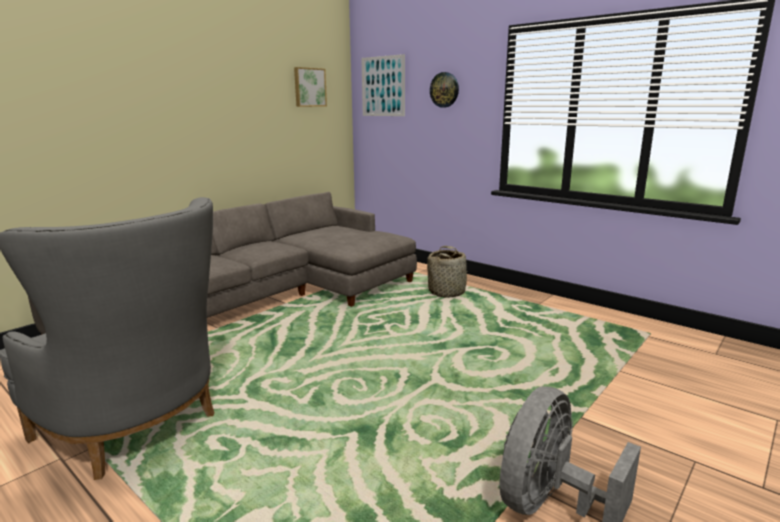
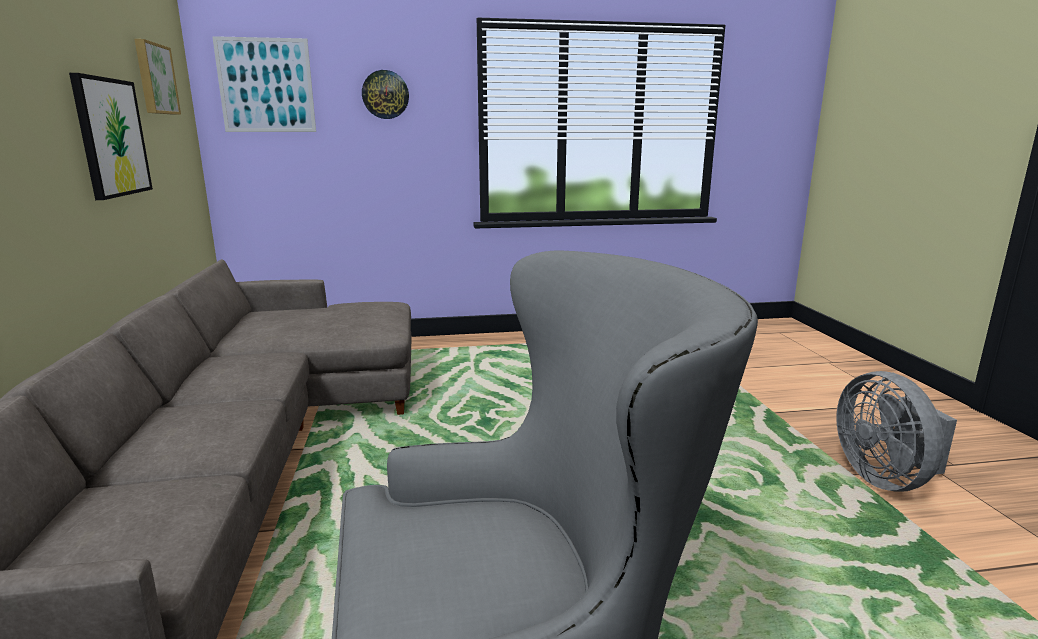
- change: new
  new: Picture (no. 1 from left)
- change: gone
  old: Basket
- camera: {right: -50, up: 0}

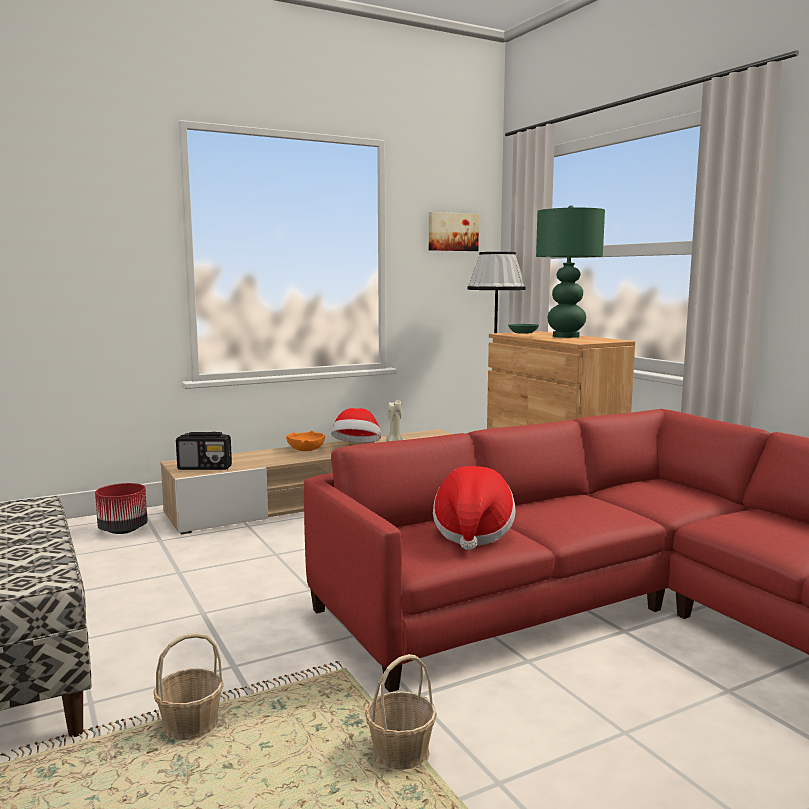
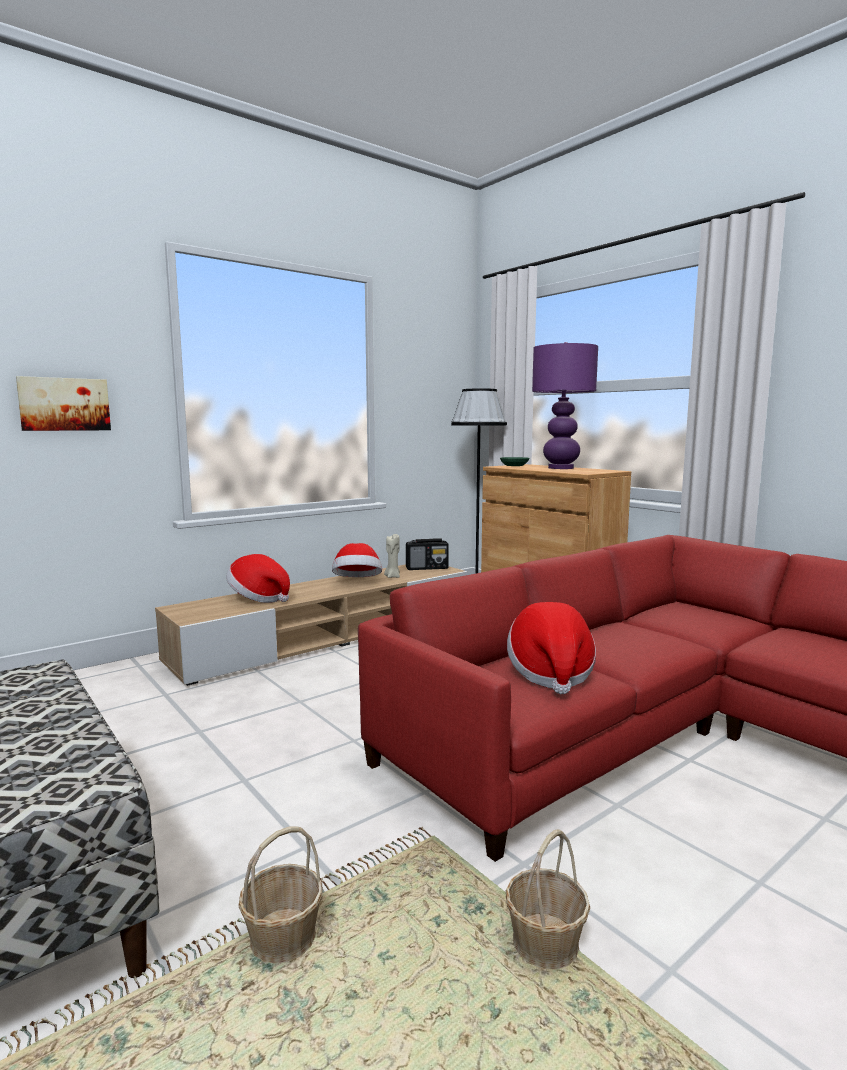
- change: shifted
  old: Picture
- change: new
  new: Hat (no. 1 from left)
- change: shifted
  old: Radio
- change: repainted
  old: GreenTableLamp
  new: PurpleTableLamp
- change: gone
  old: RedPlanter
- change: gone
  old: OrangeBowl
- camera: {right: -10, up: 0}

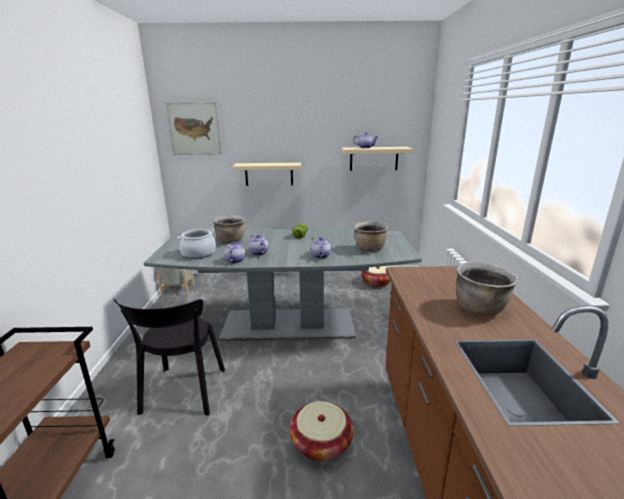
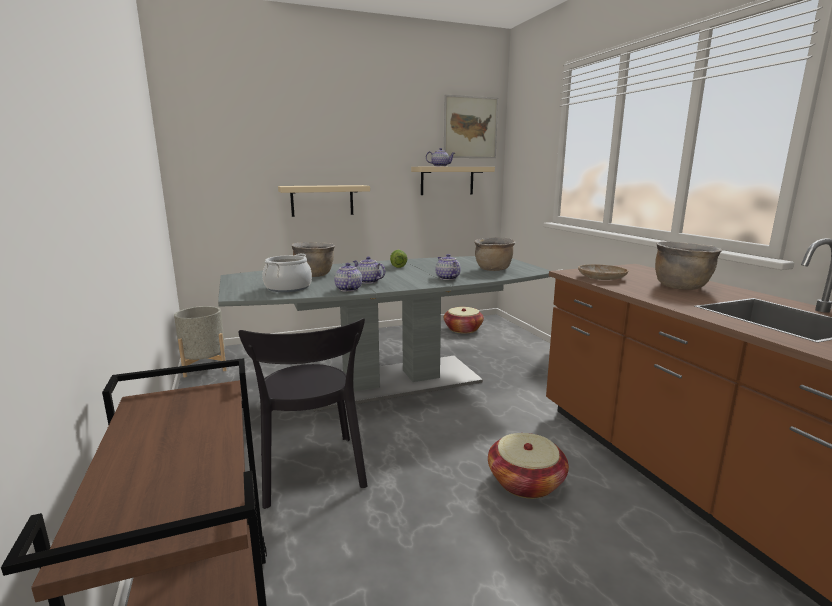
- change: shifted
  old: Picture
- change: new
  new: BeigePlate
- camera: {right: -20, up: -5}

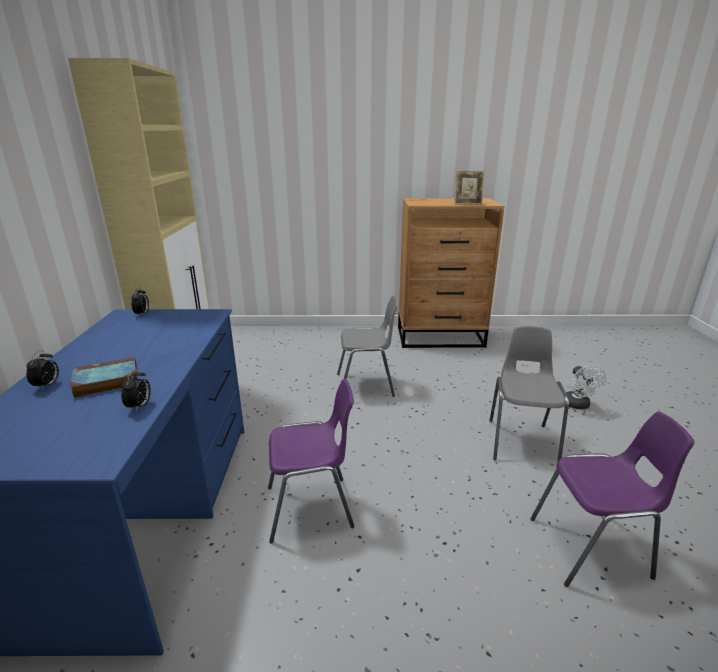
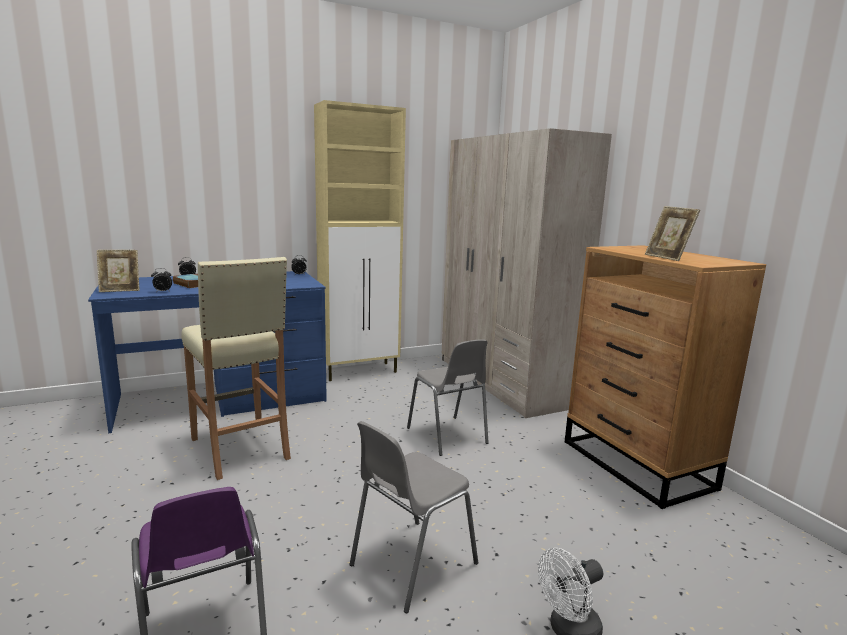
- change: new
  new: PictureFrame (no. 1 from left)
- change: swapped
  old: PurpleChair (no. 1 from left)
  new: BeigeStool
- change: rotated
  old: GreyChair (no. 2 from left in the first image)
  degrees: 150
- change: new
  new: BeigeWardrobe
- camera: {right: 65, up: -10}

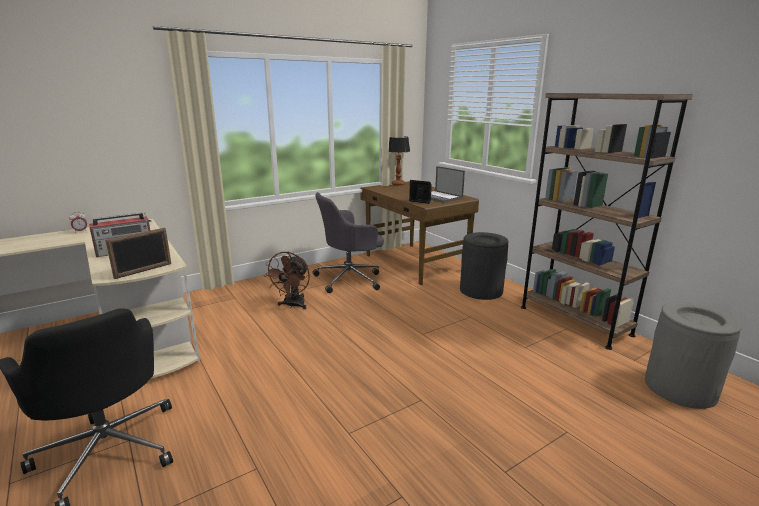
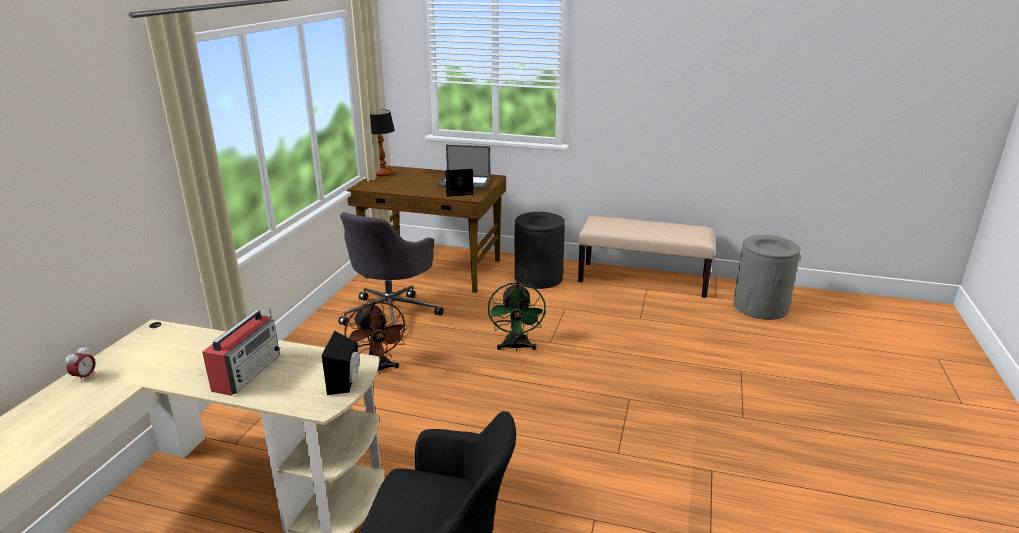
- change: swapped
  old: PictureFrame
  new: BlackSpeaker (no. 1 from left)
- change: new
  new: GreenFan
- change: swapped
  old: BrownBookcase
  new: BeigeBench
- camera: {right: -40, up: 5}

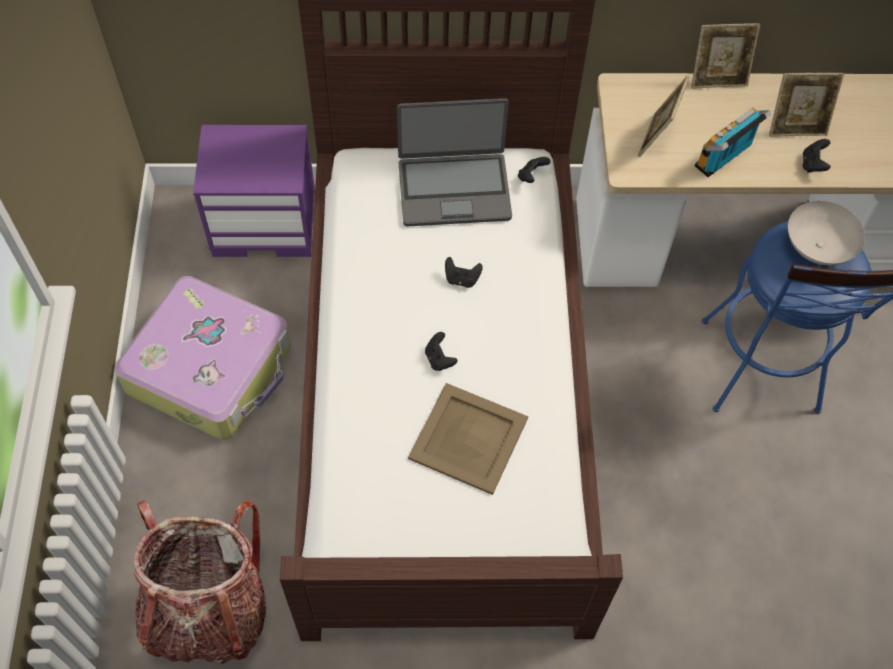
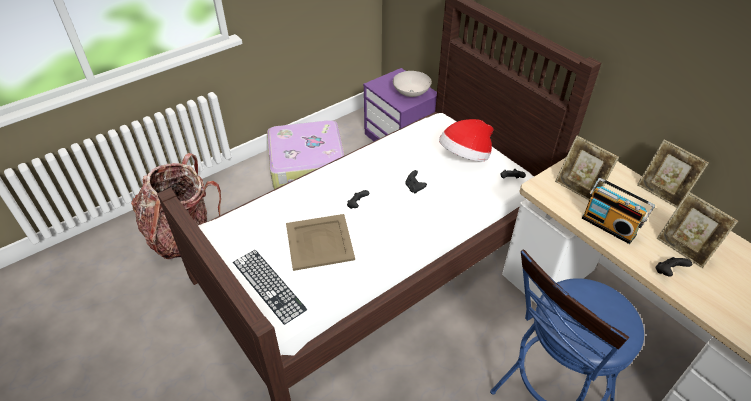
- change: new
  new: Keyboard
- change: shifted
  old: WhiteBowl
- change: swapped
  old: Laptop
  new: Hat
- change: rotated
  old: PictureFrame (no. 1 from left)
  degrees: -120
- change: rotated
  old: Radio
  degrees: -150
- camera: {right: 55, up: -15}

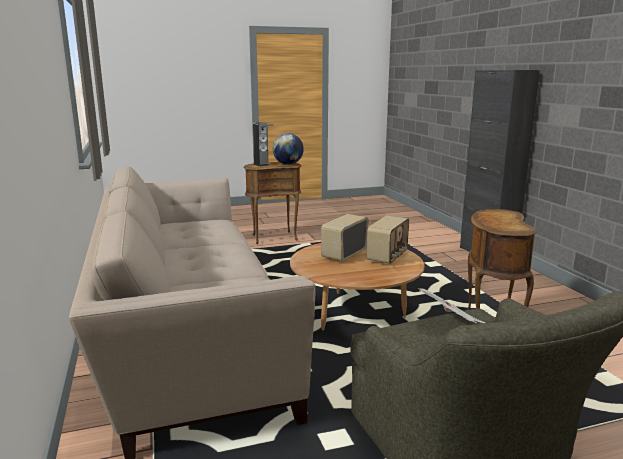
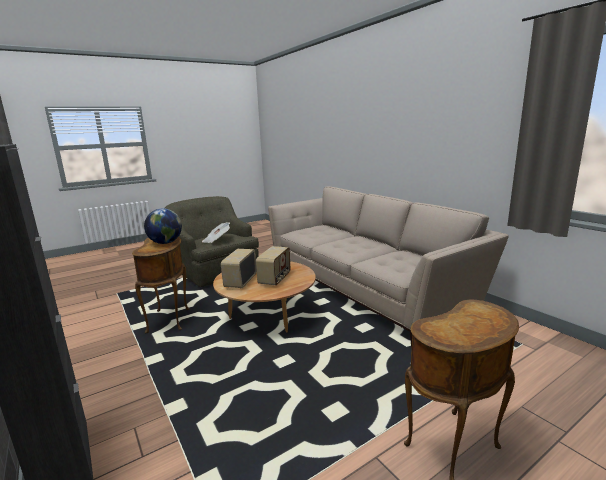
- change: shifted
  old: Globe
- change: gone
  old: Speaker
- camera: {right: 165, up: 0}

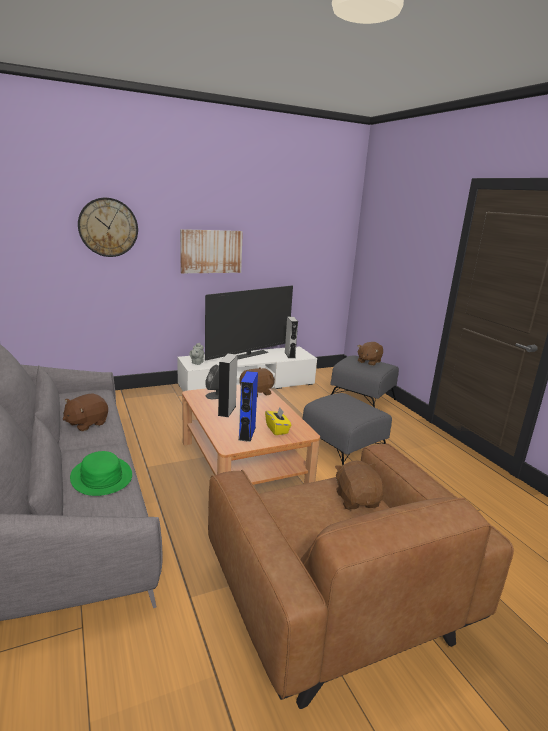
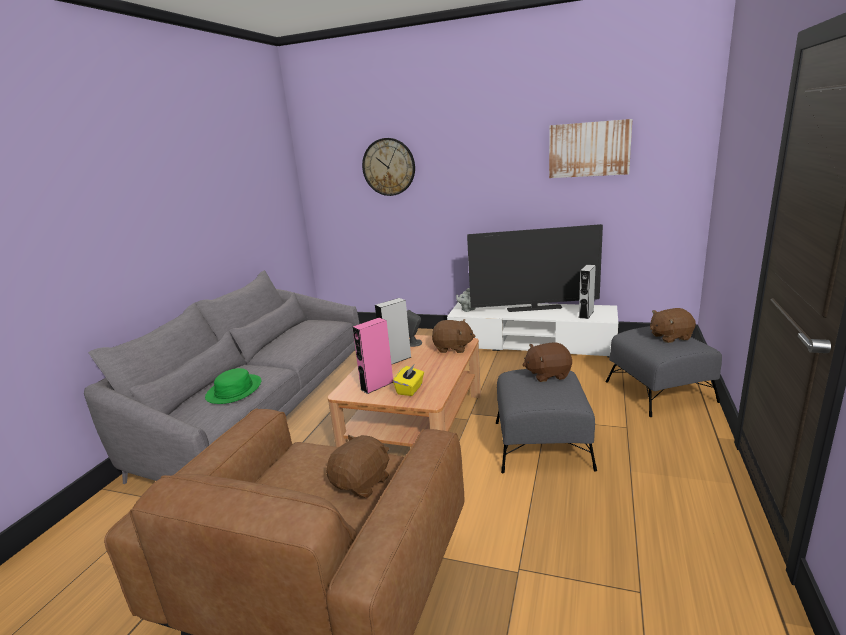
- change: repainted
  old: BlueSpeaker
  new: PinkSpeaker
- change: shifted
  old: BrownPlushToy (no. 1 from left in the first image)
  new: BrownPlushToy (no. 3 from left)
- change: shifted
  old: Picture
- camera: {right: 45, up: 0}

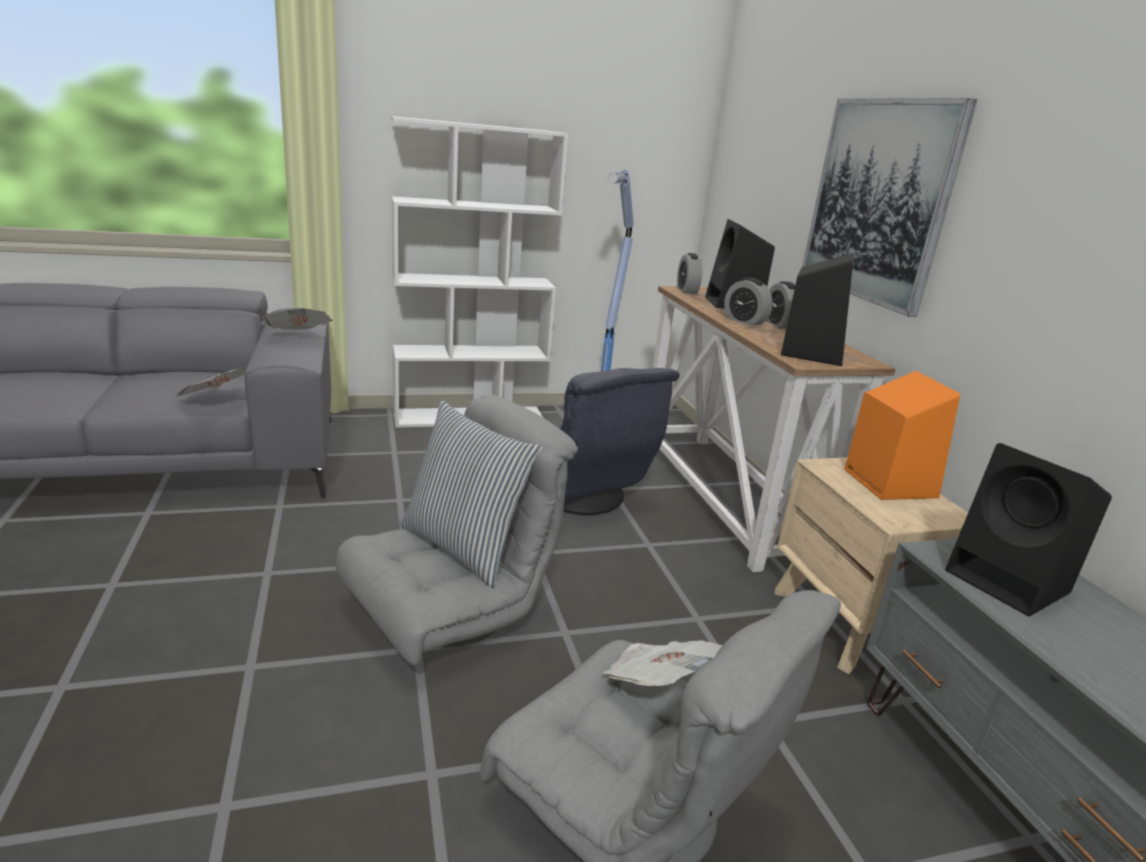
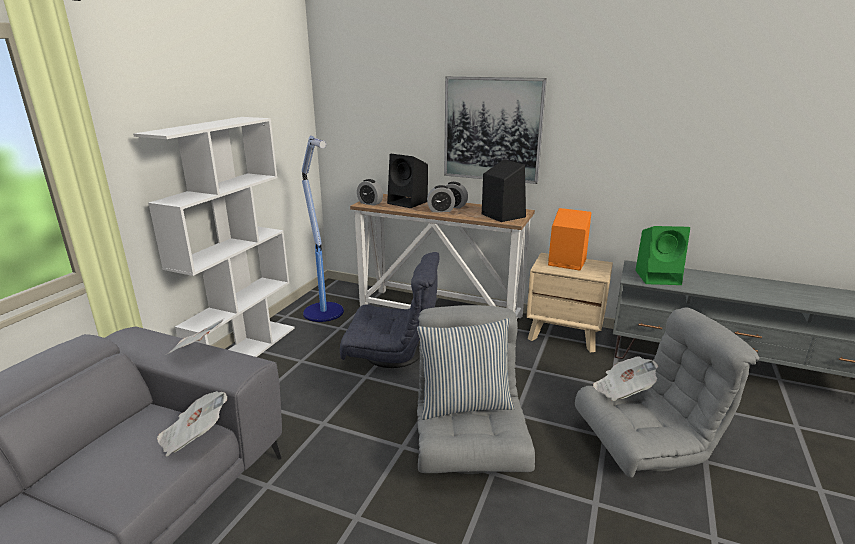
- change: repainted
  old: BlackSpeaker (no. 3 from left)
  new: GreenSpeaker
- camera: {right: -50, up: 0}

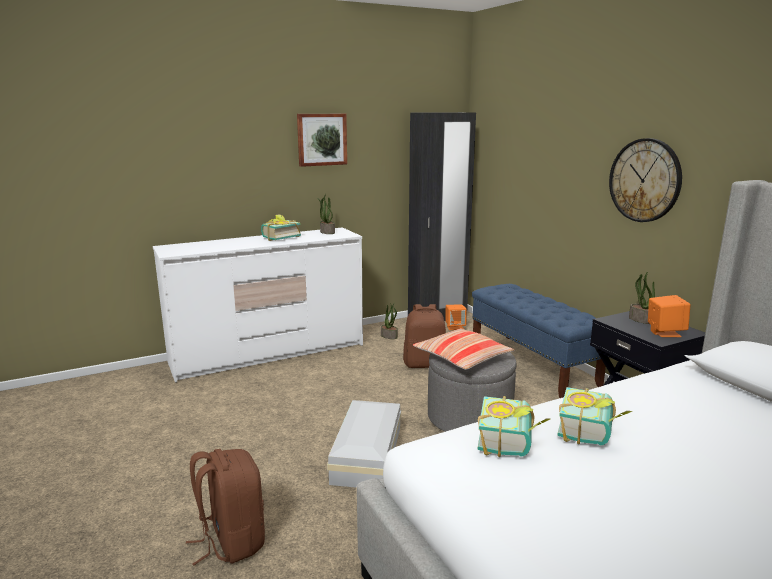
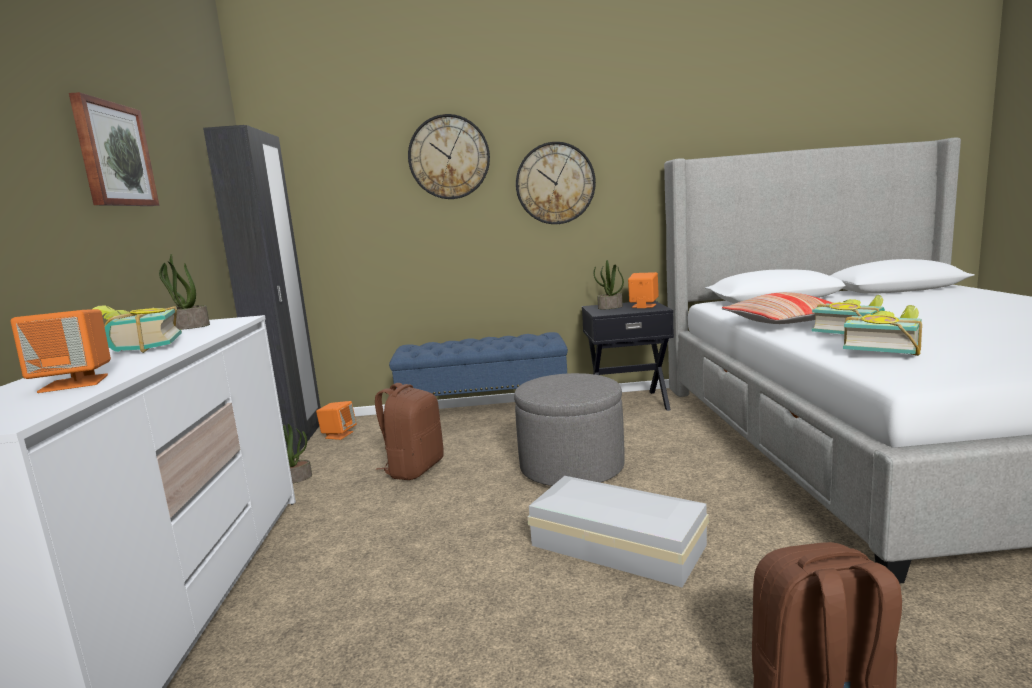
- change: new
  new: OrangeSpeaker (no. 1 from left)
- change: new
  new: WallClock (no. 1 from left)
- change: shifted
  old: Pillow
- camera: {right: -65, up: -5}

